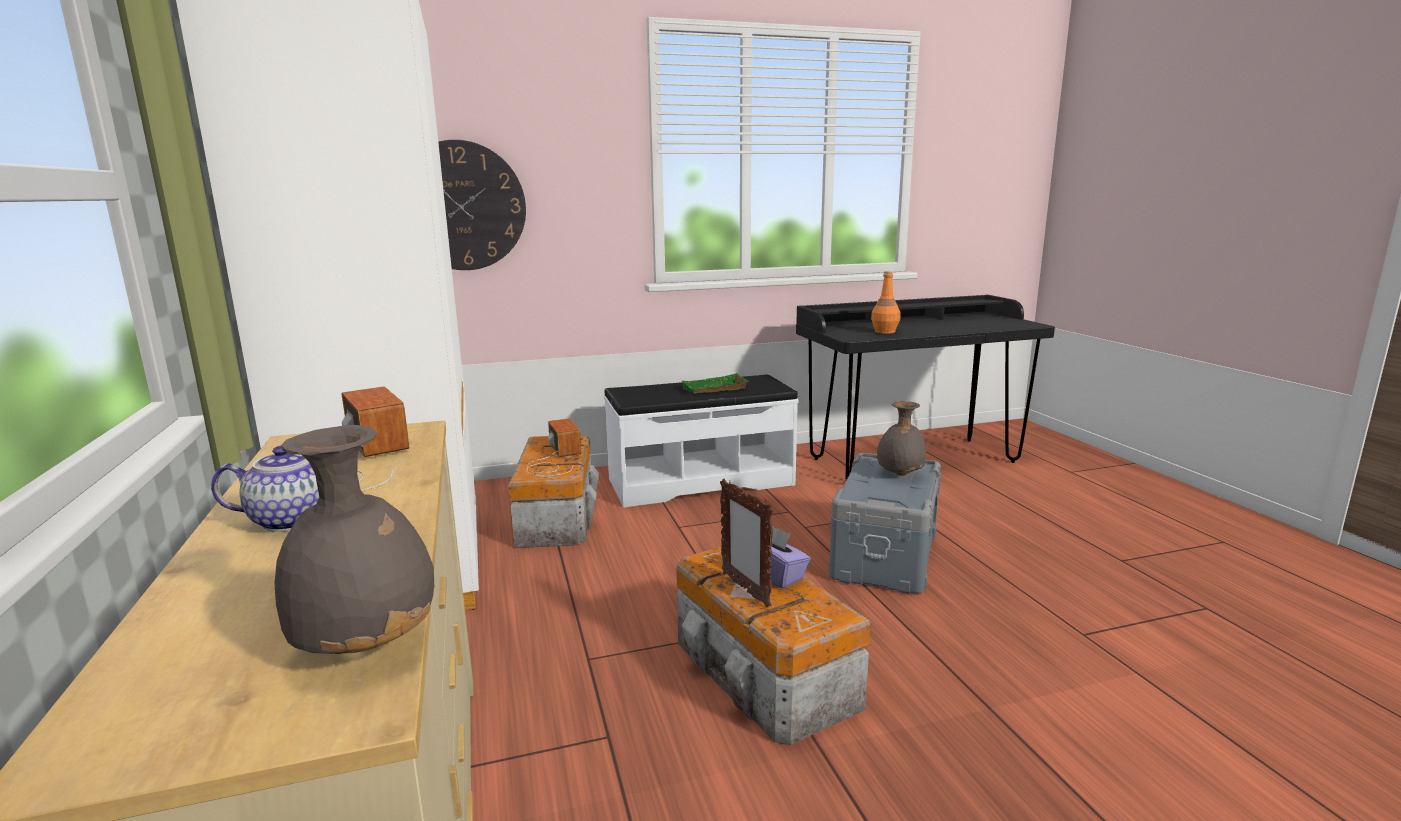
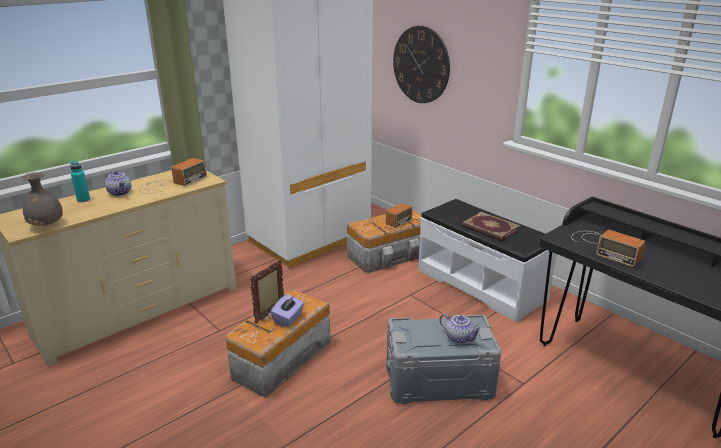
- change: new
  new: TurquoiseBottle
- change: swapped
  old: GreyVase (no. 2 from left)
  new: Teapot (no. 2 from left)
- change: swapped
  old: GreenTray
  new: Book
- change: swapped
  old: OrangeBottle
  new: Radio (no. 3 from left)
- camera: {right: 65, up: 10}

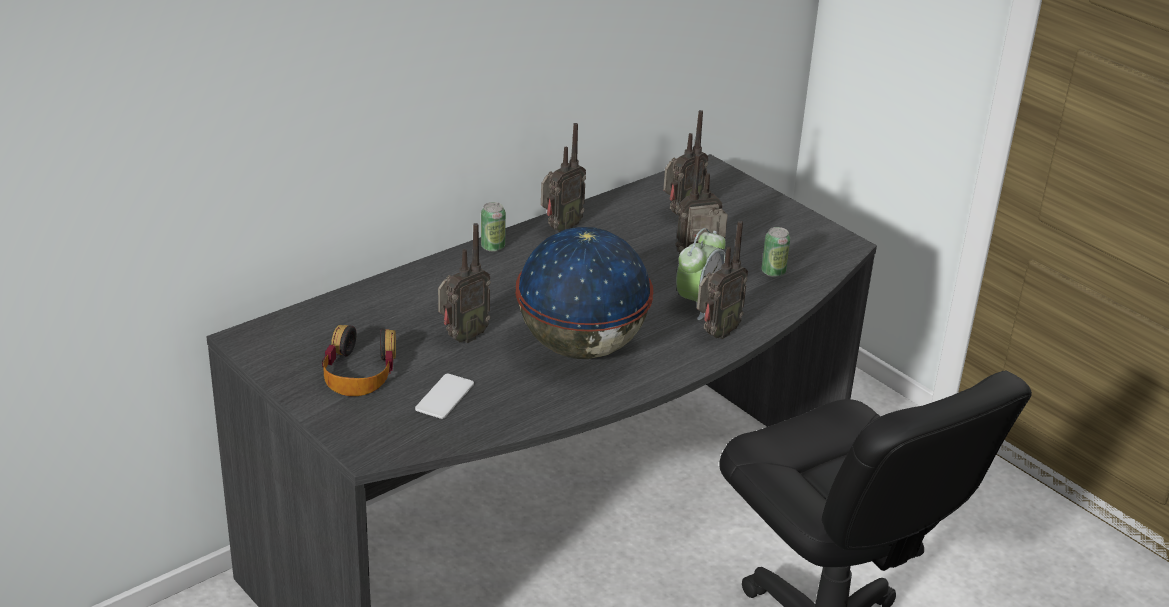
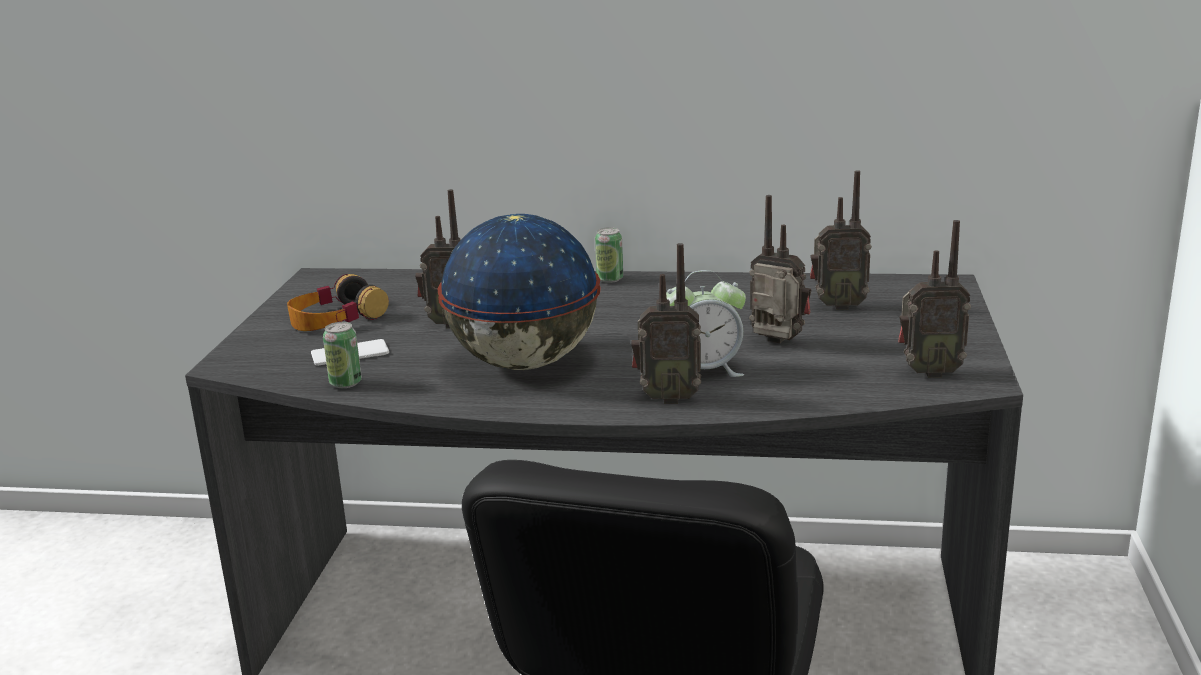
- change: shifted
  old: Can (no. 2 from left in the first image)
  new: Can (no. 1 from left)
- change: shifted
  old: Radio (no. 2 from left in the first image)
  new: Radio (no. 5 from left)
- camera: {right: 50, up: -10}

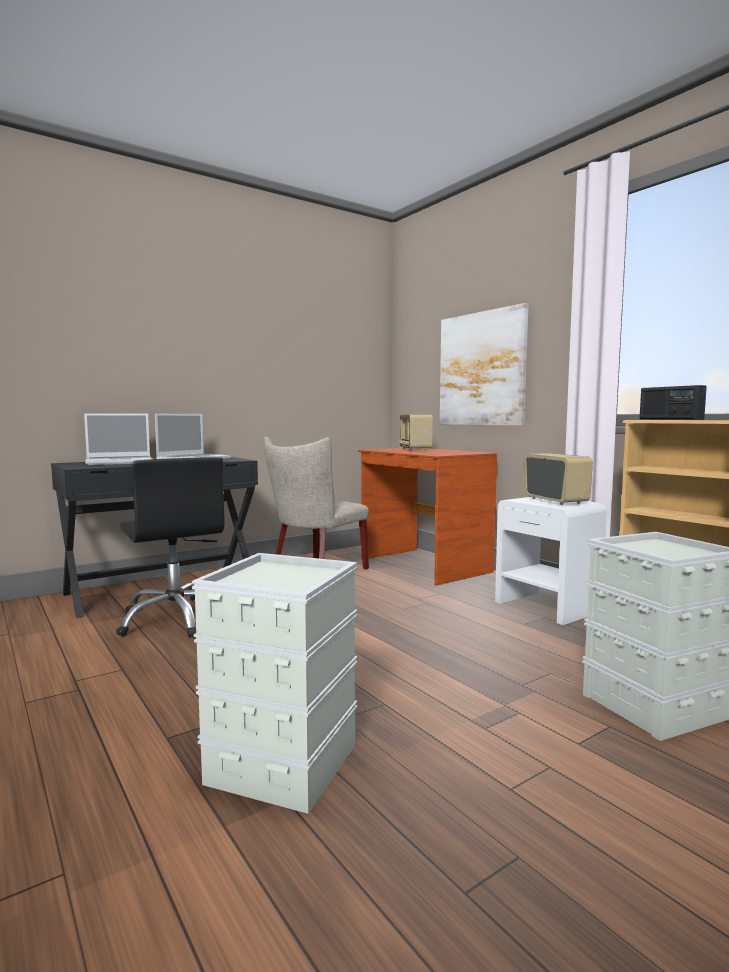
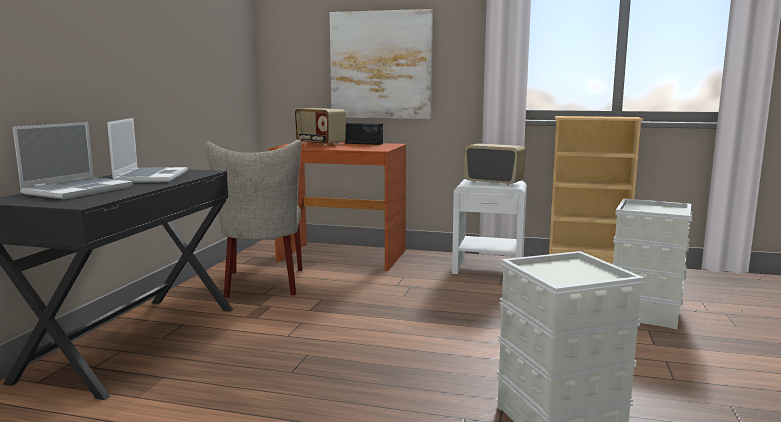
- change: shifted
  old: Radio (no. 3 from left in the first image)
  new: Radio (no. 2 from left)
- change: gone
  old: BlackOfficeChair
- camera: {right: -40, up: 5}

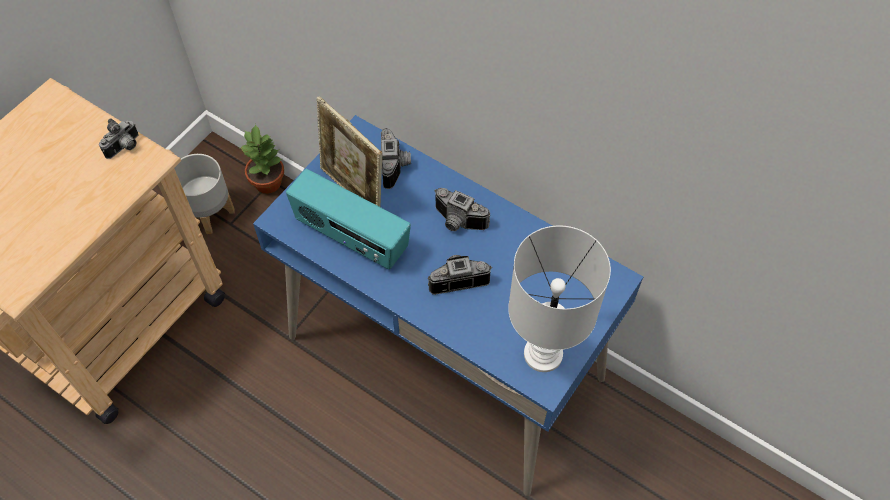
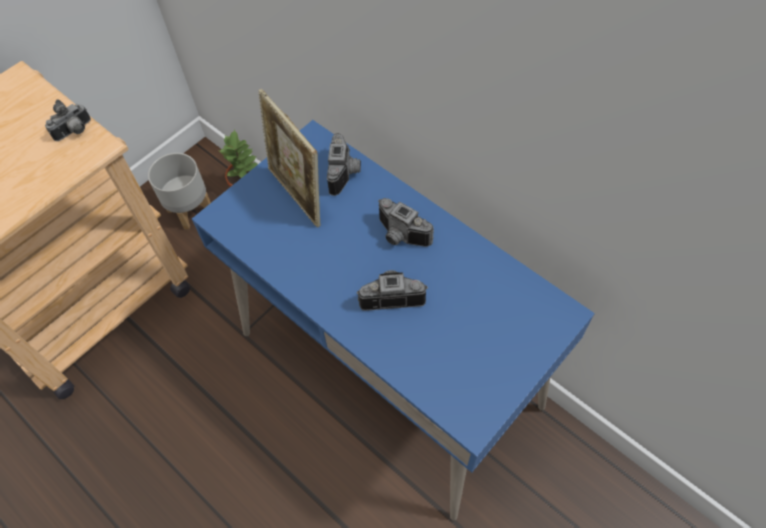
- change: gone
  old: Radio
- change: gone
  old: WhiteTableLamp
- camera: {right: 10, up: 0}

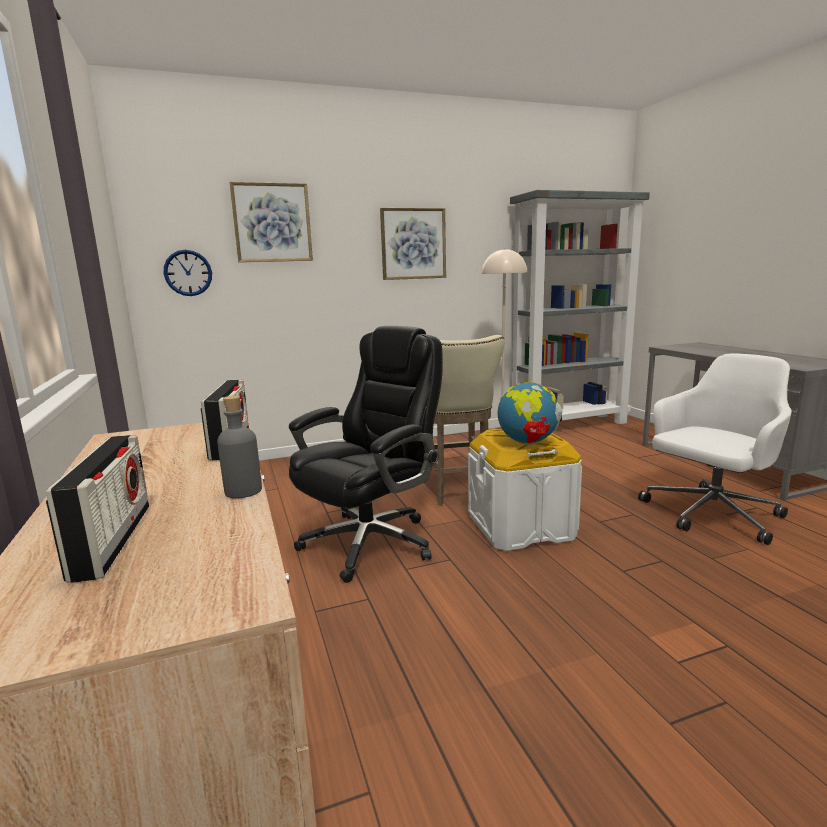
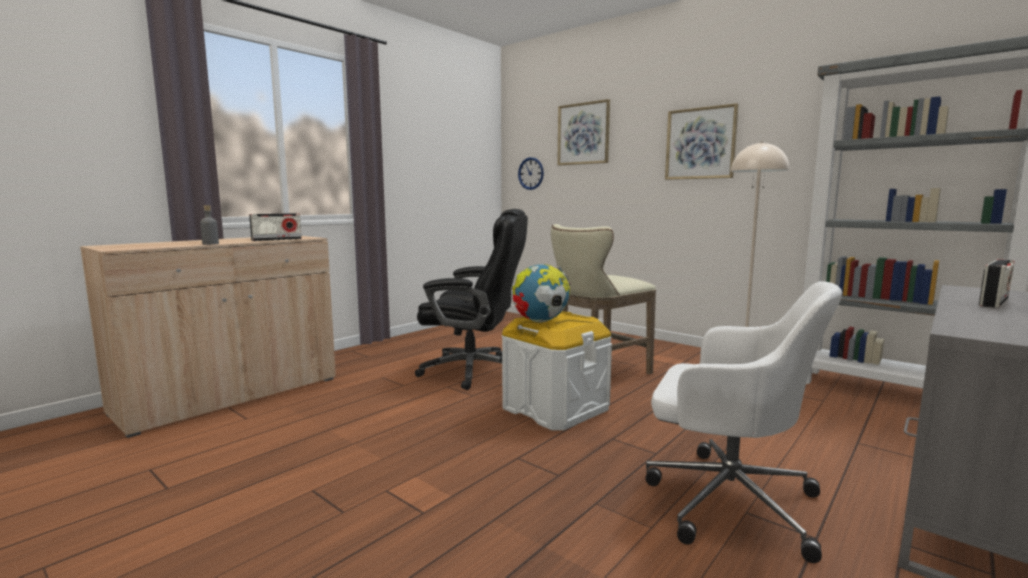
- change: shifted
  old: Radio (no. 1 from left in the first image)
  new: Radio (no. 2 from left)
- camera: {right: 60, up: -5}

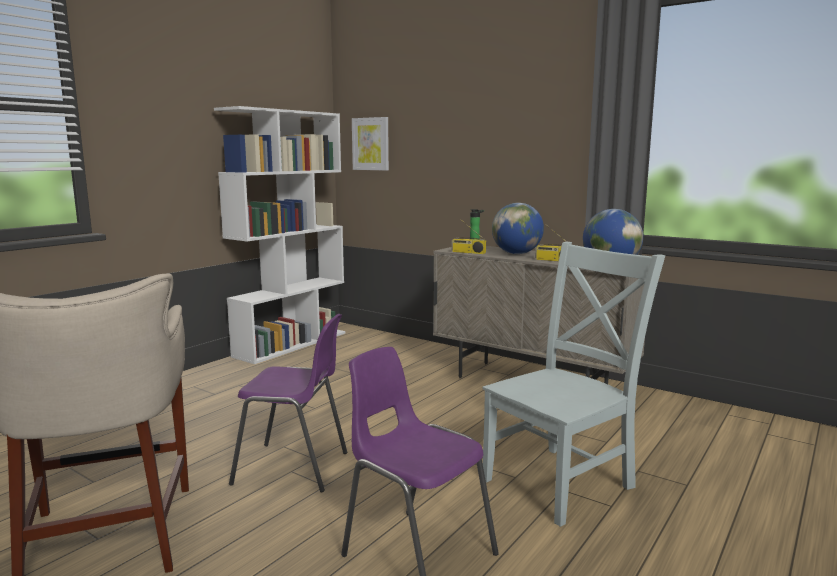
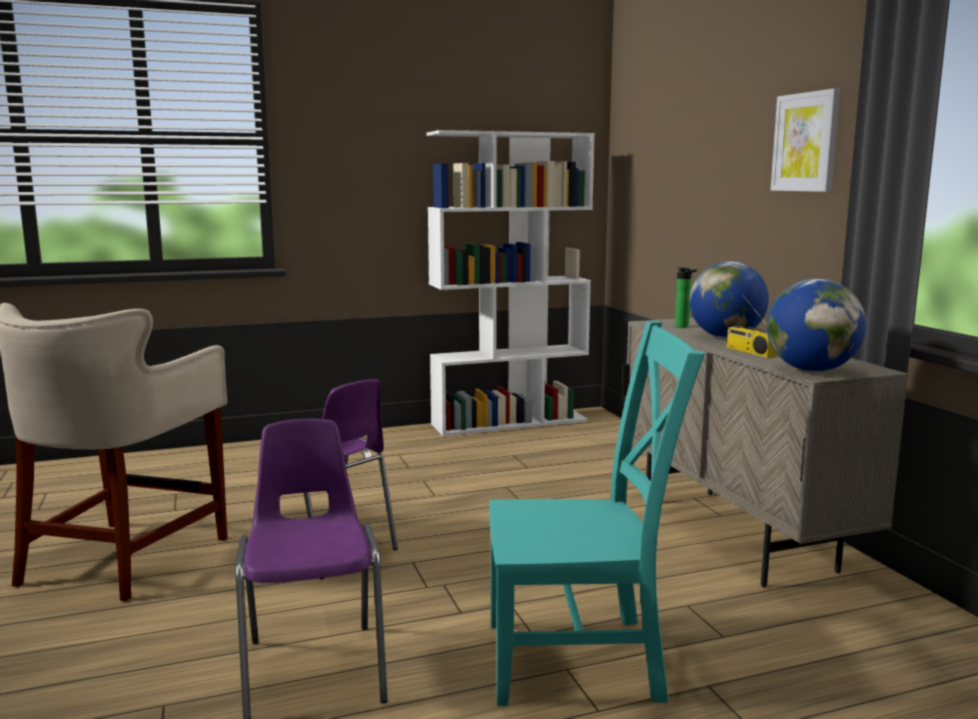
- change: repainted
  old: GreyChair
  new: TurquoiseChair
- change: shifted
  old: Picture
- change: gone
  old: Radio (no. 1 from left)
- camera: {right: 35, up: 0}

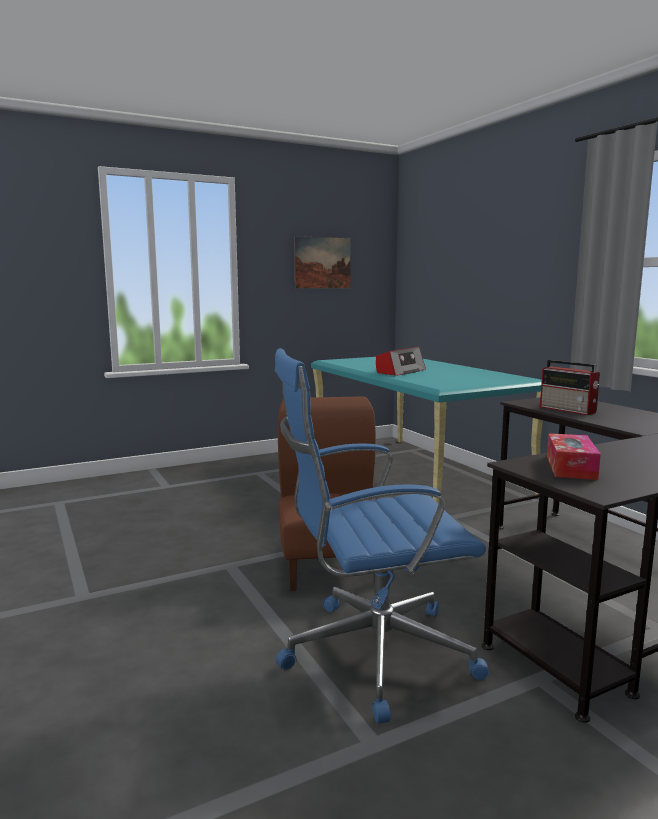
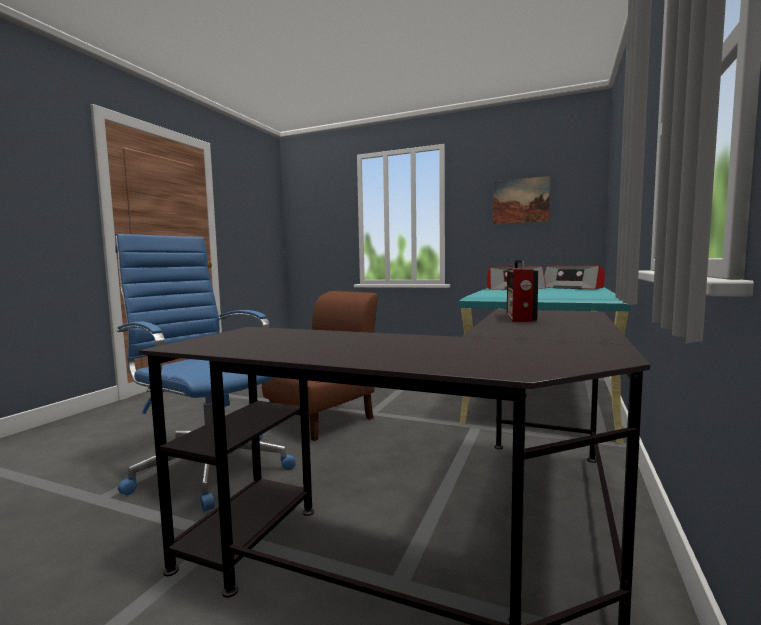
- change: new
  new: Radio (no. 3 from left)
- change: gone
  old: TissueBox
- camera: {right: 50, up: -5}

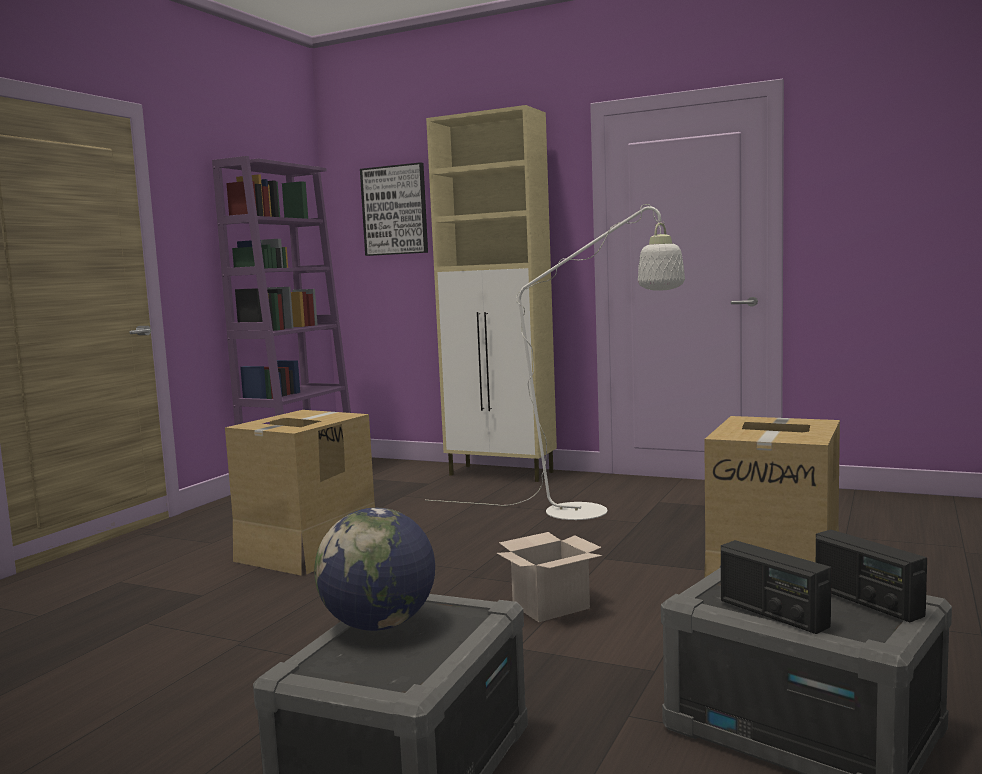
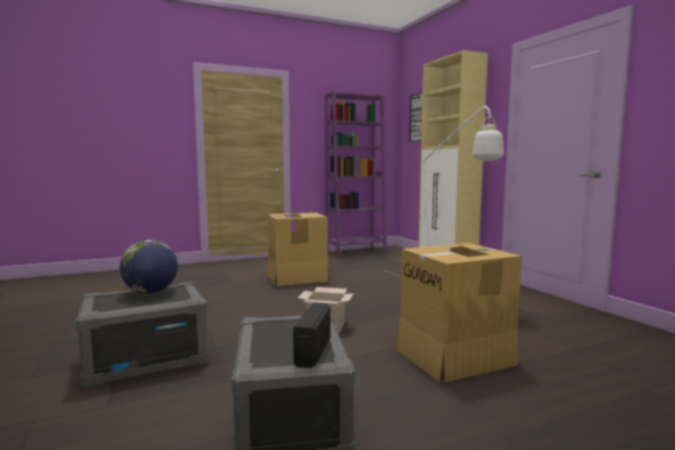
- change: gone
  old: Radio (no. 1 from left)
- camera: {right: 40, up: 0}

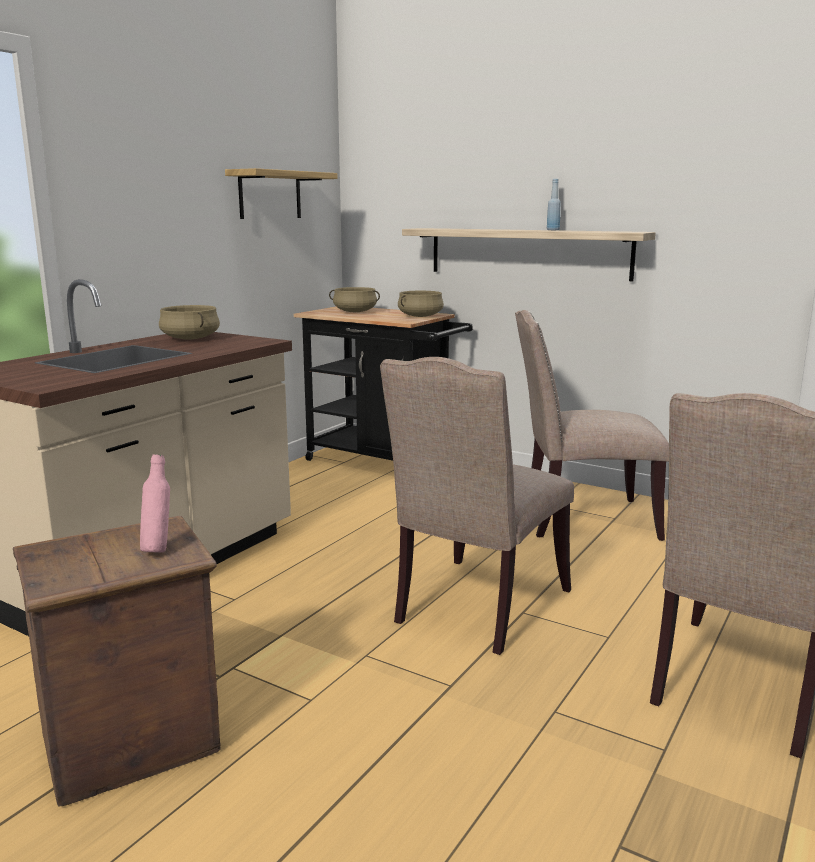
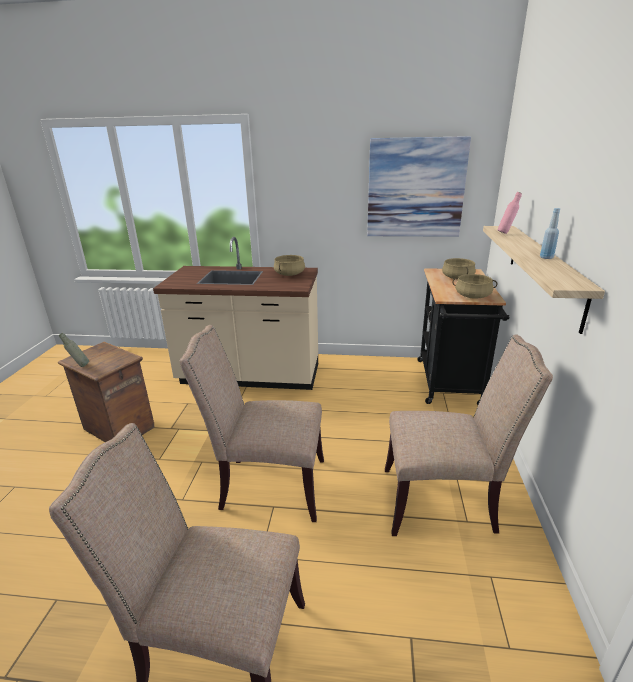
- change: new
  new: GreyBottle
- change: swapped
  old: Shelf (no. 1 from left)
  new: Picture
- change: rotated
  old: BeigeChair (no. 2 from left in the first image)
  degrees: 120
- change: shifted
  old: PinkBottle
- camera: {right: 65, up: 10}

